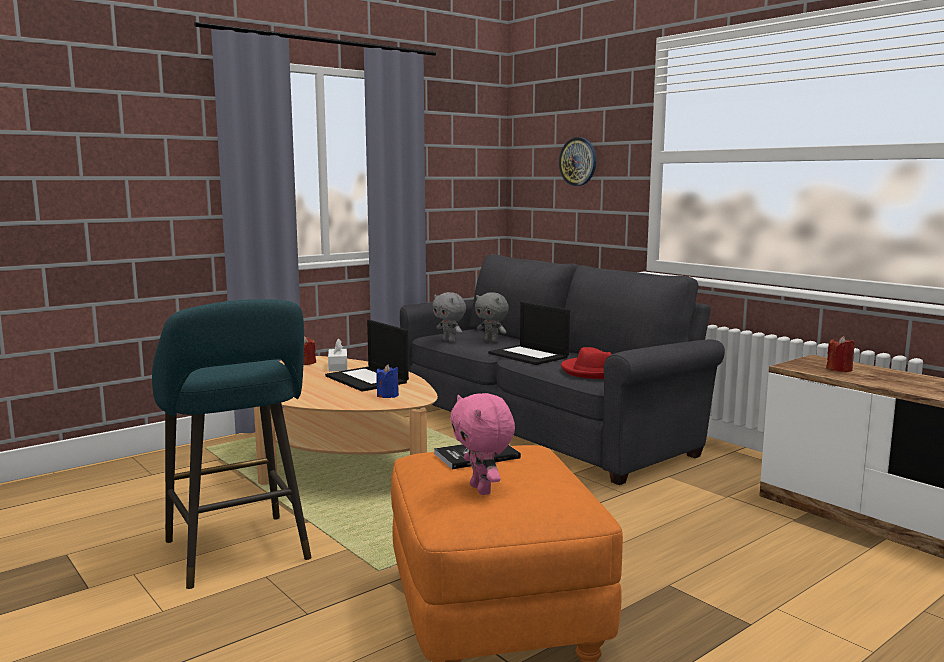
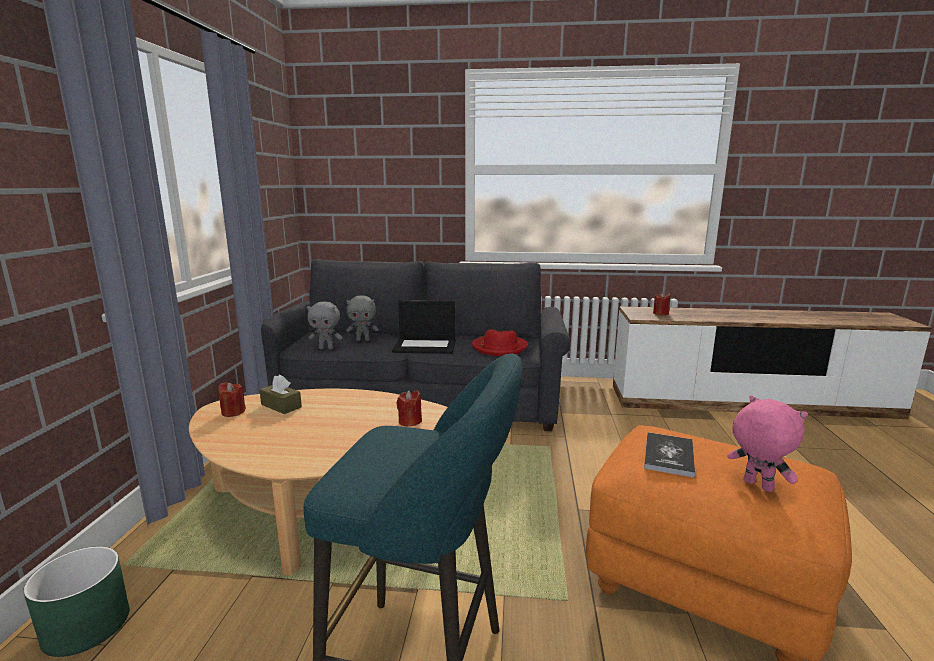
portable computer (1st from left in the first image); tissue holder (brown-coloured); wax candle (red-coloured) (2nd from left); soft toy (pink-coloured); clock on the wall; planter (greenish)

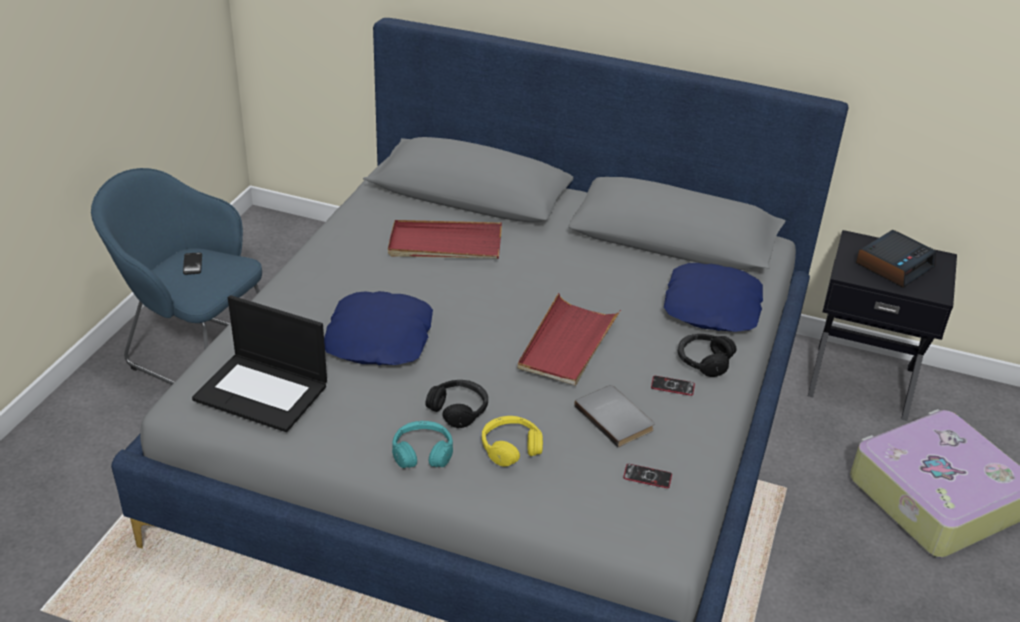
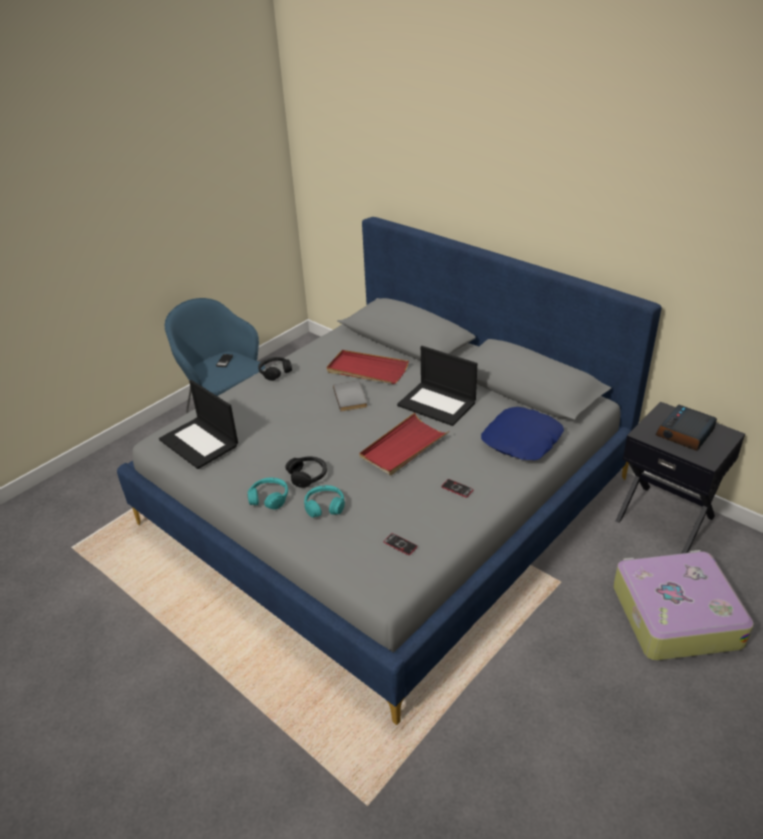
pillow (blue-coloured) (1st from left in the first image); headphones (turquoise) (2nd from left); book (greyish); headphones (black-coloured) (1st from left); table clock; portable computer (2nd from left)

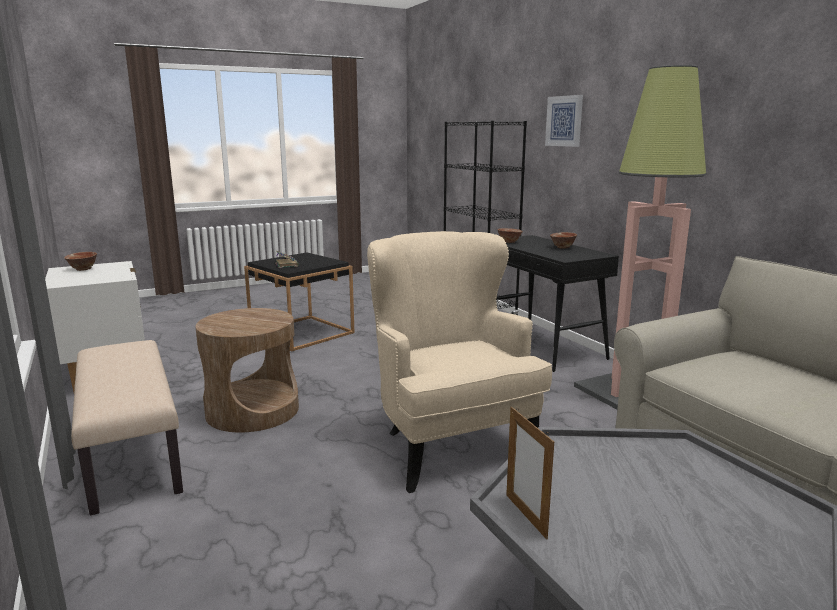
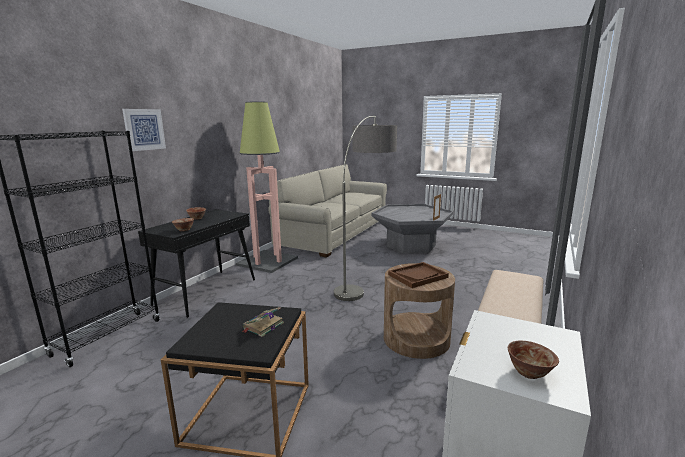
floor lamp (2nd from left); serving tray (brown-coloured)

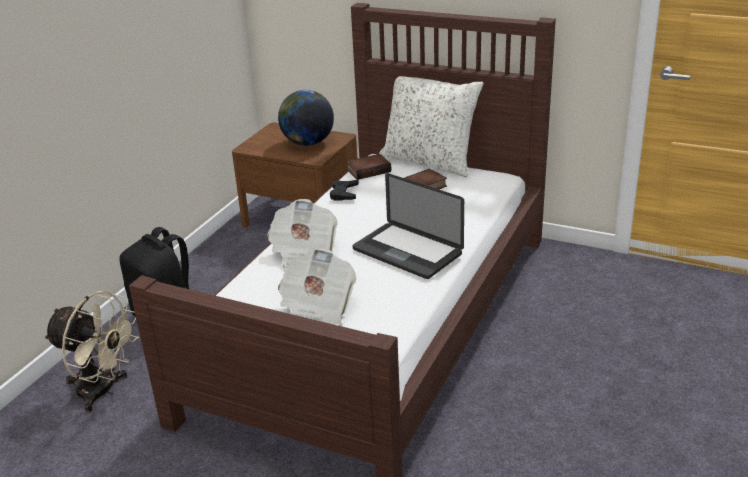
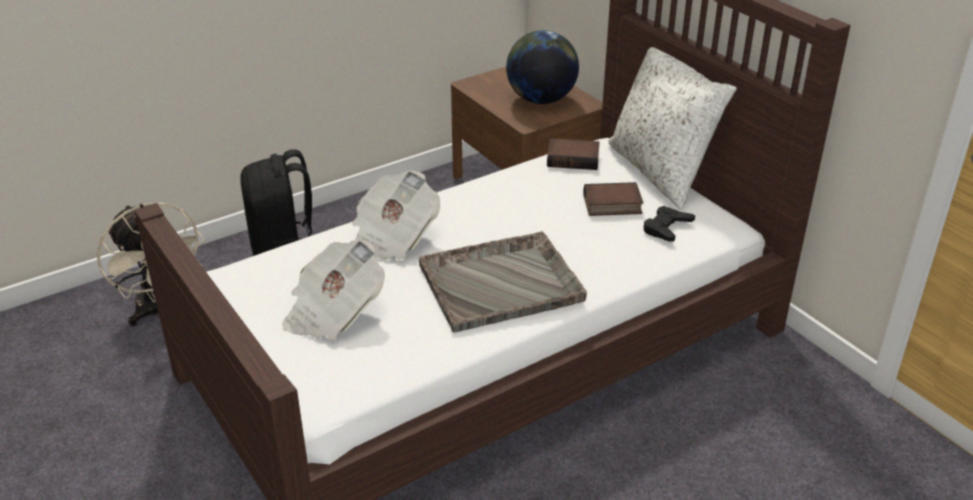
gamepad (black-coloured); serving tray (greyish)

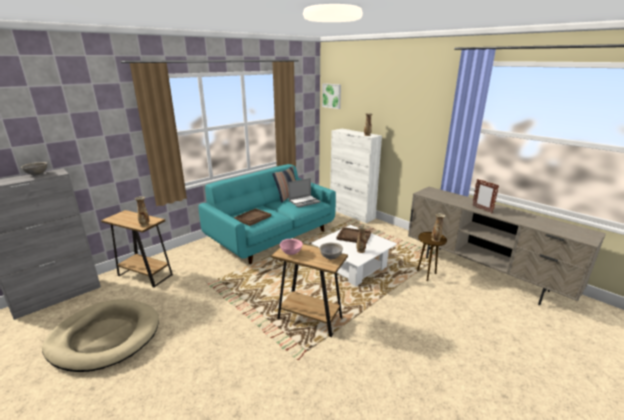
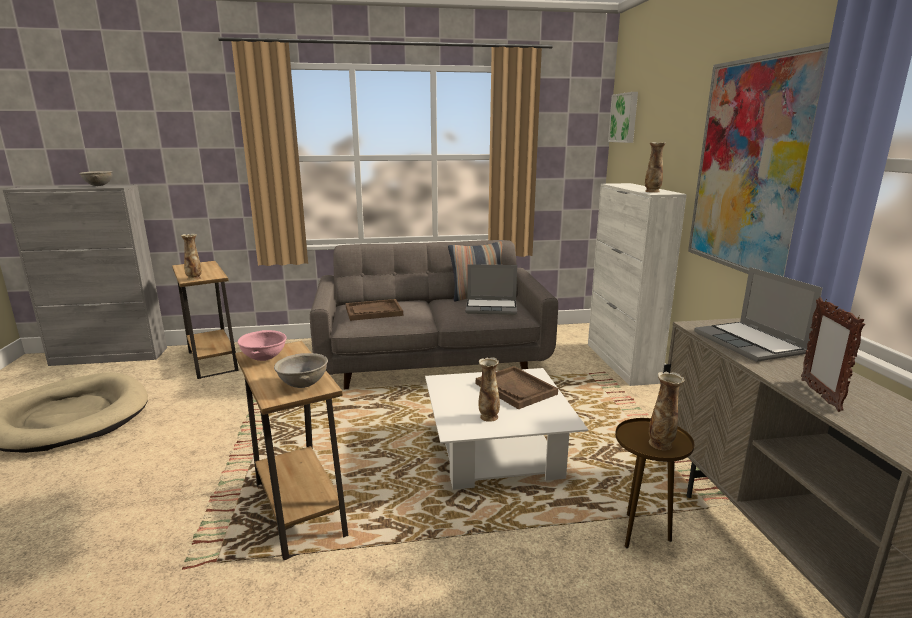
sofa (greyish); wall picture (2nd from left); portable computer (2nd from left)

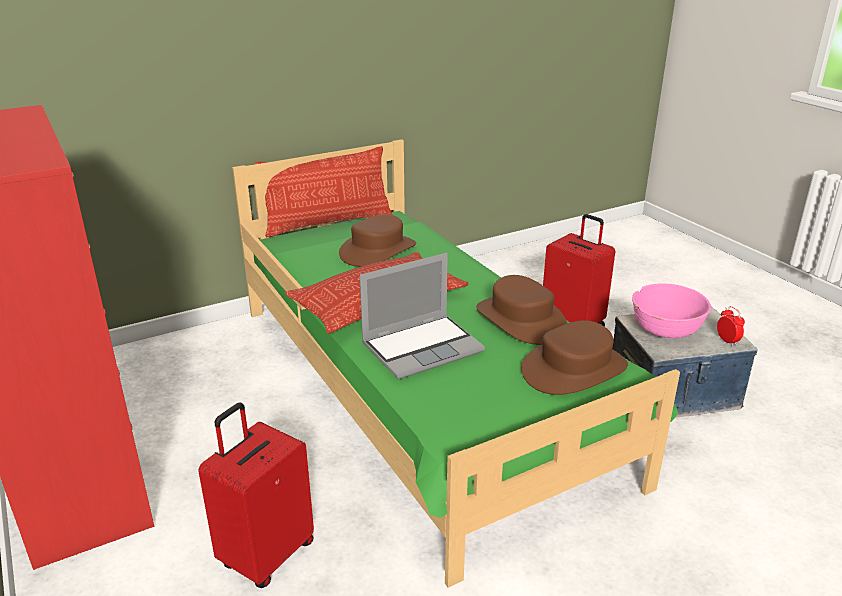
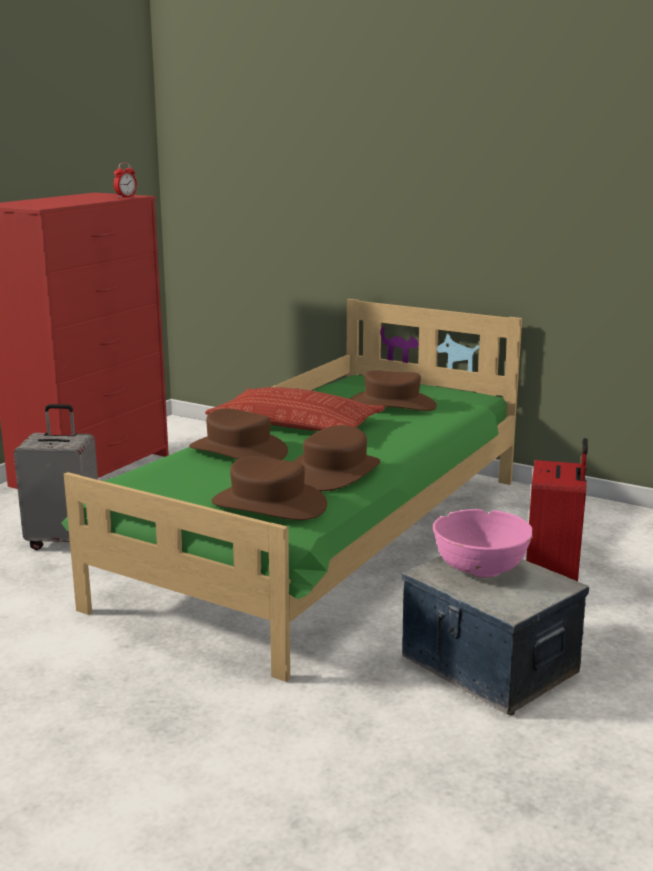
travel case (greyish); pillow (1st from left in the first image); hat (brown-coloured) (1st from left); table clock

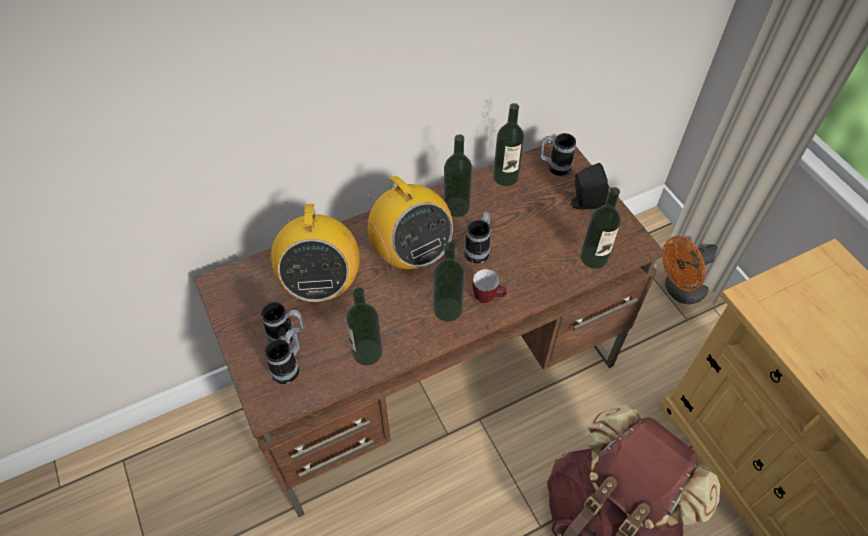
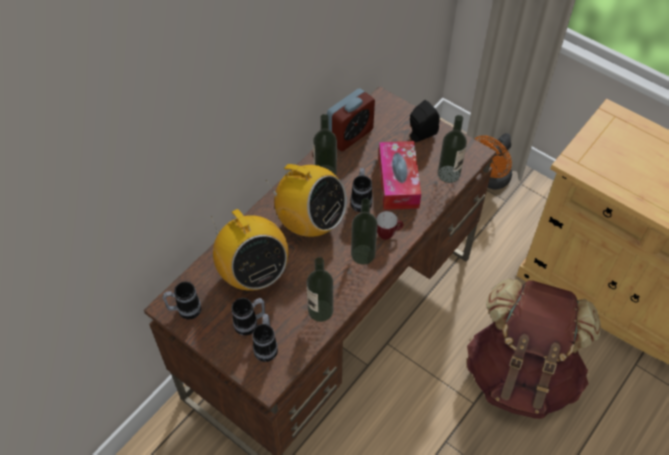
table clock; tea mug (1st from left); tissue holder

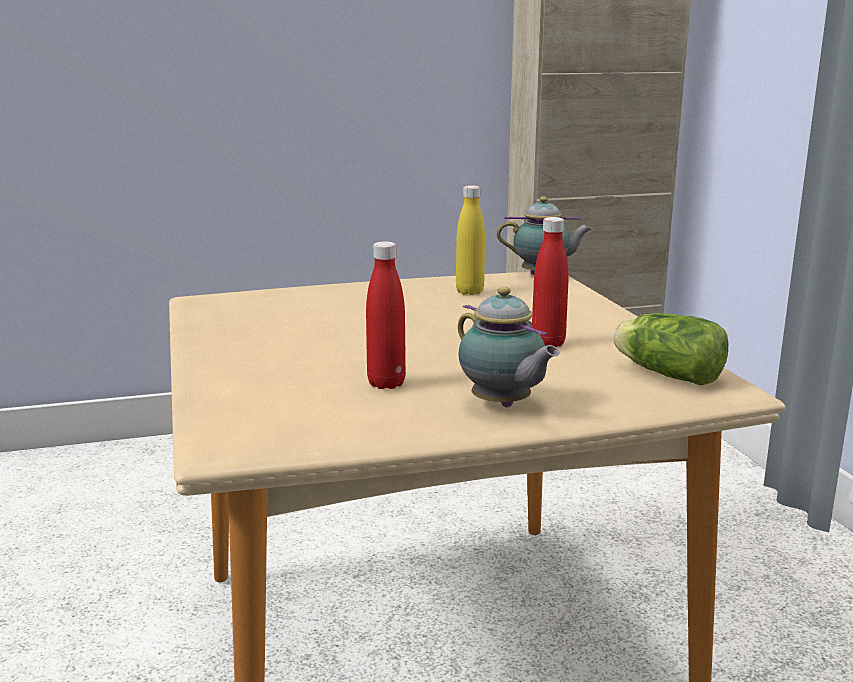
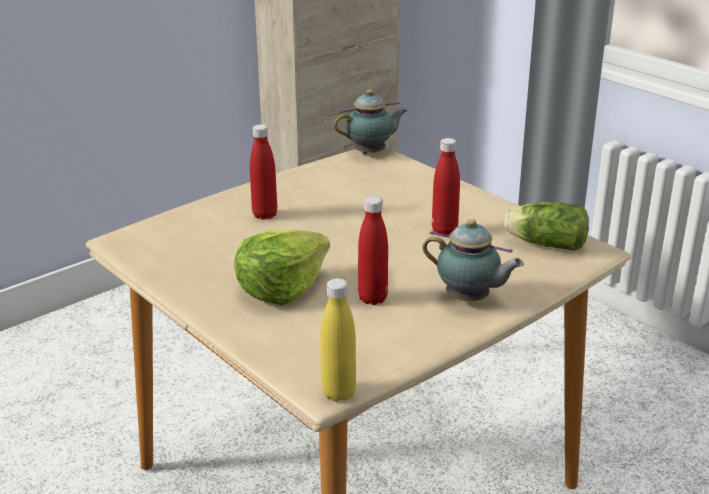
bottle (yellow); lettuce (1st from left); bottle (red-coloured) (1st from left)

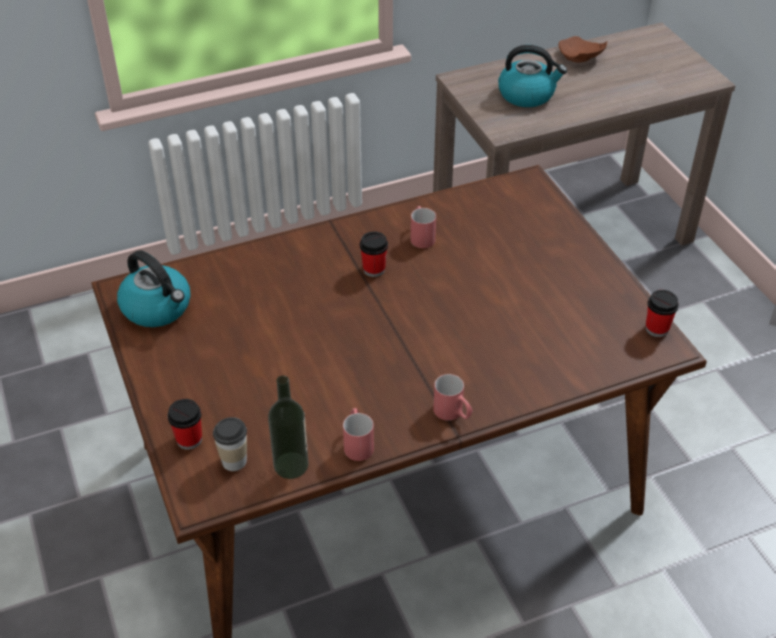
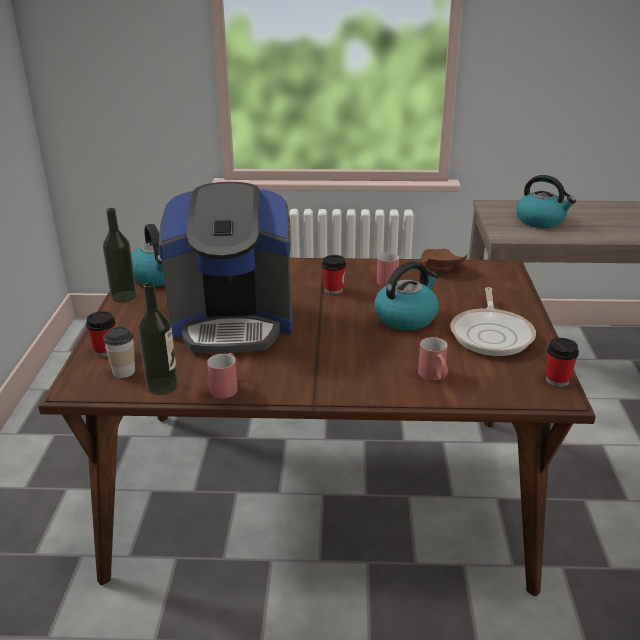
tea mug (red-coloured) (3rd from left); plate (brown-coloured); bottle (1st from left); coffee brewer; tea kettle (2nd from left); skillet

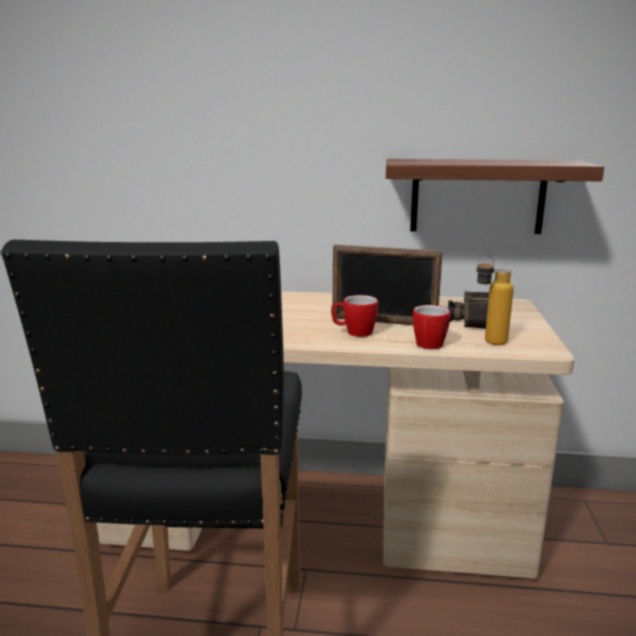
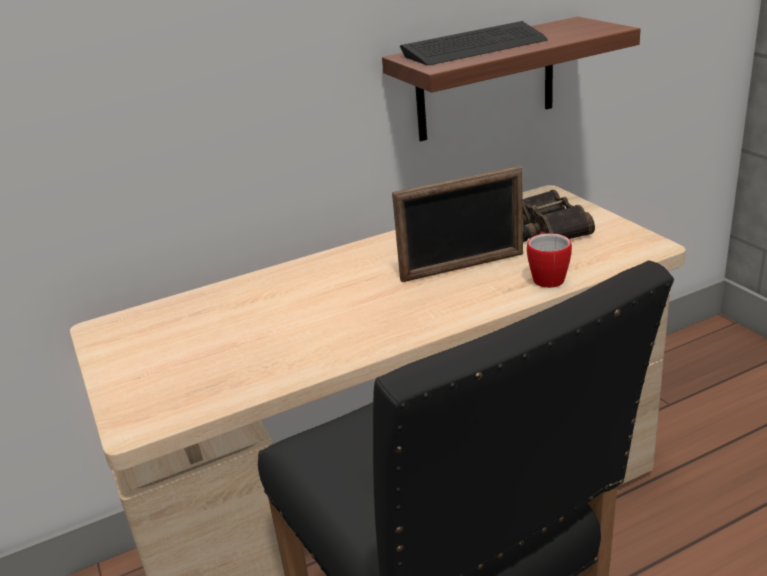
tea mug (1st from left in the first image); bottle; computer keyboard

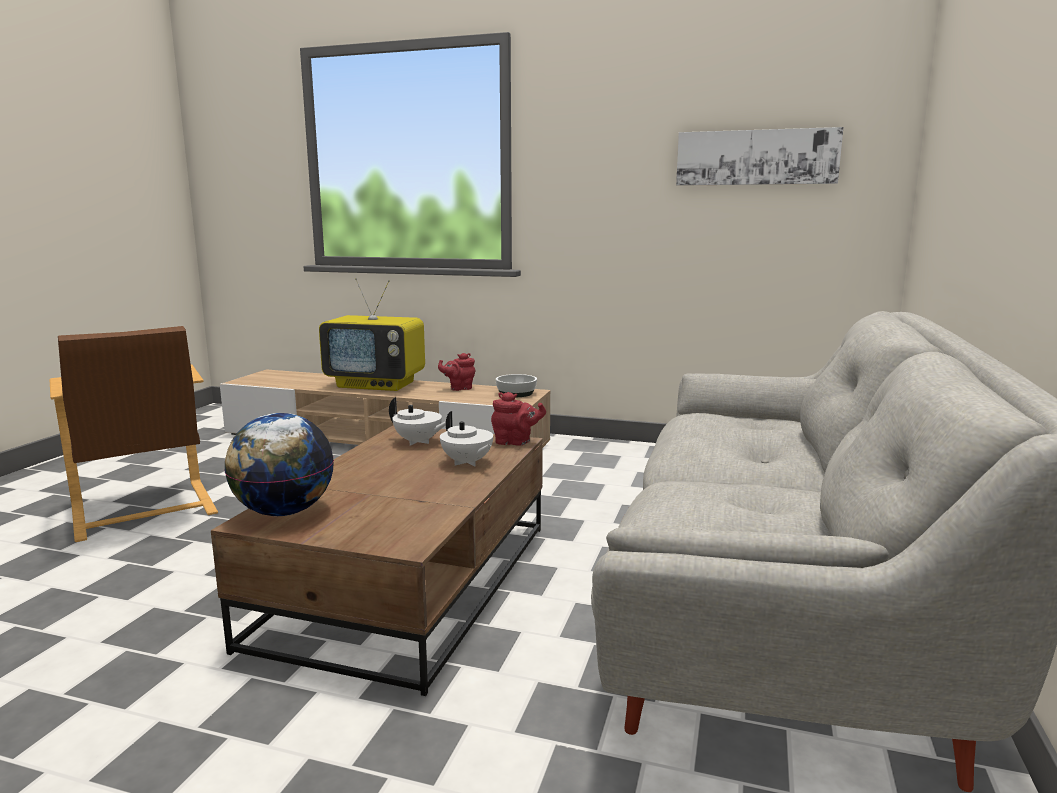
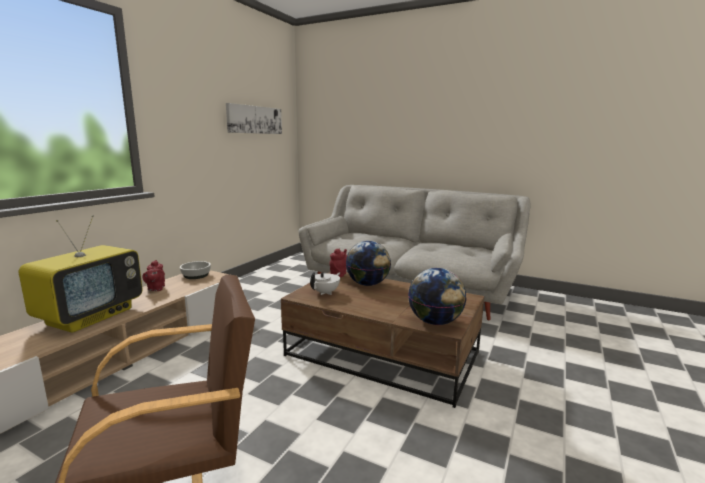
desk globe (1st from left)

